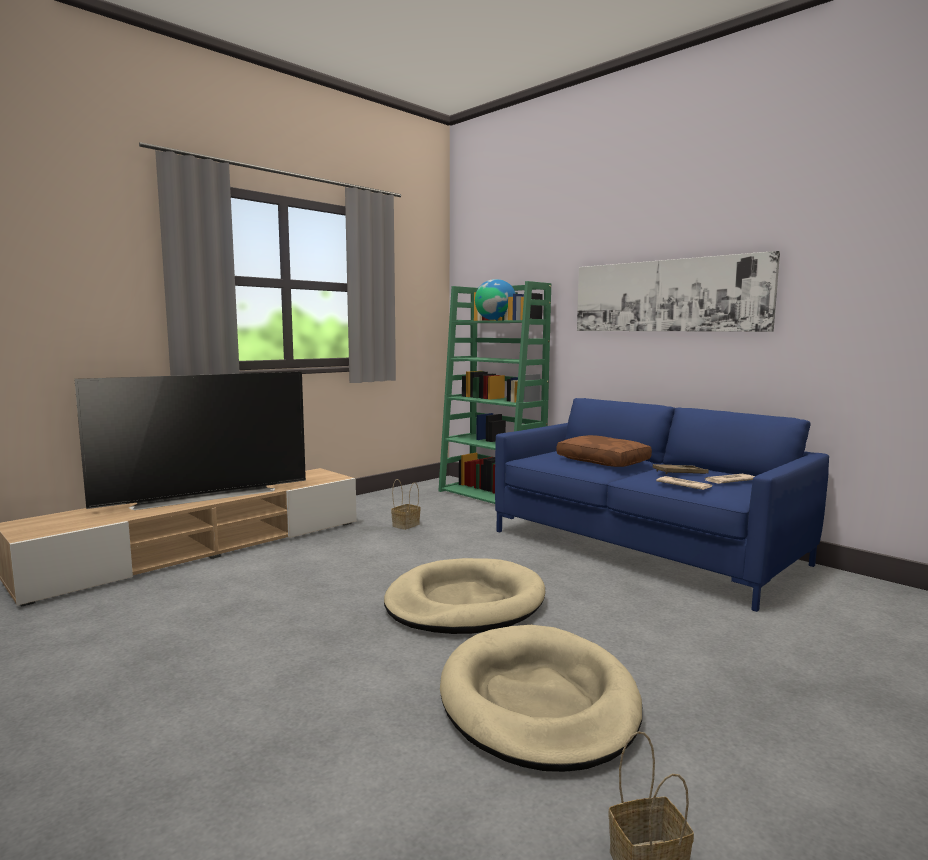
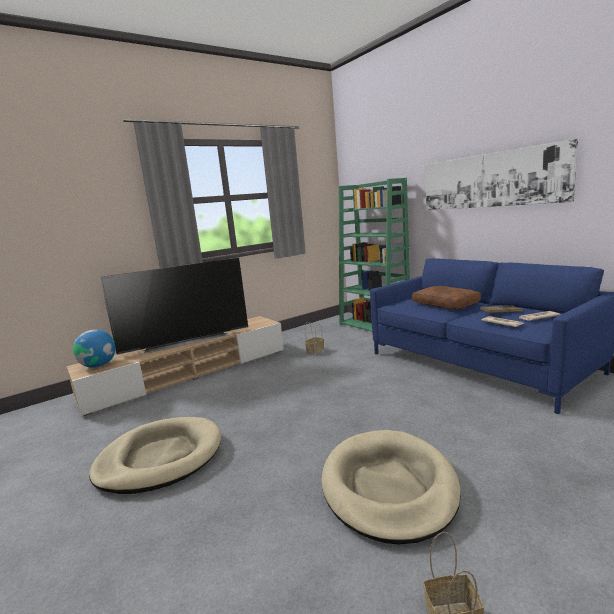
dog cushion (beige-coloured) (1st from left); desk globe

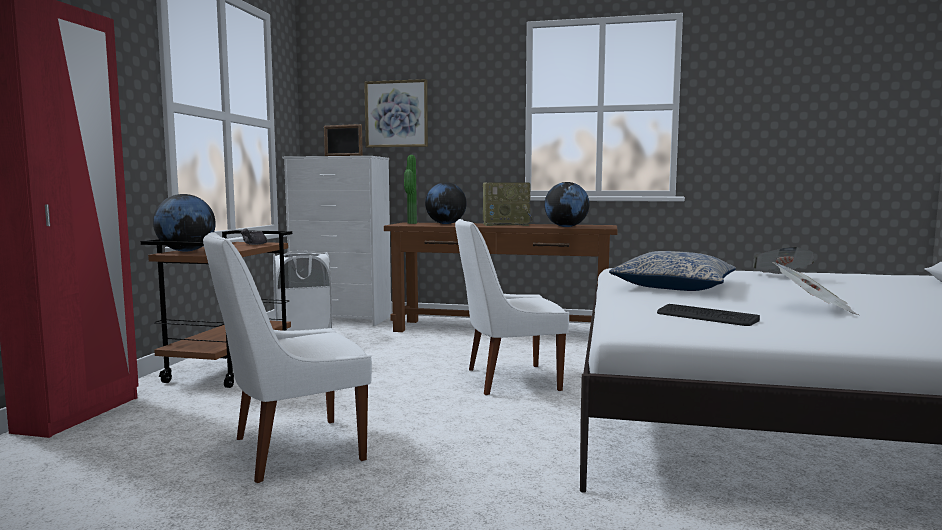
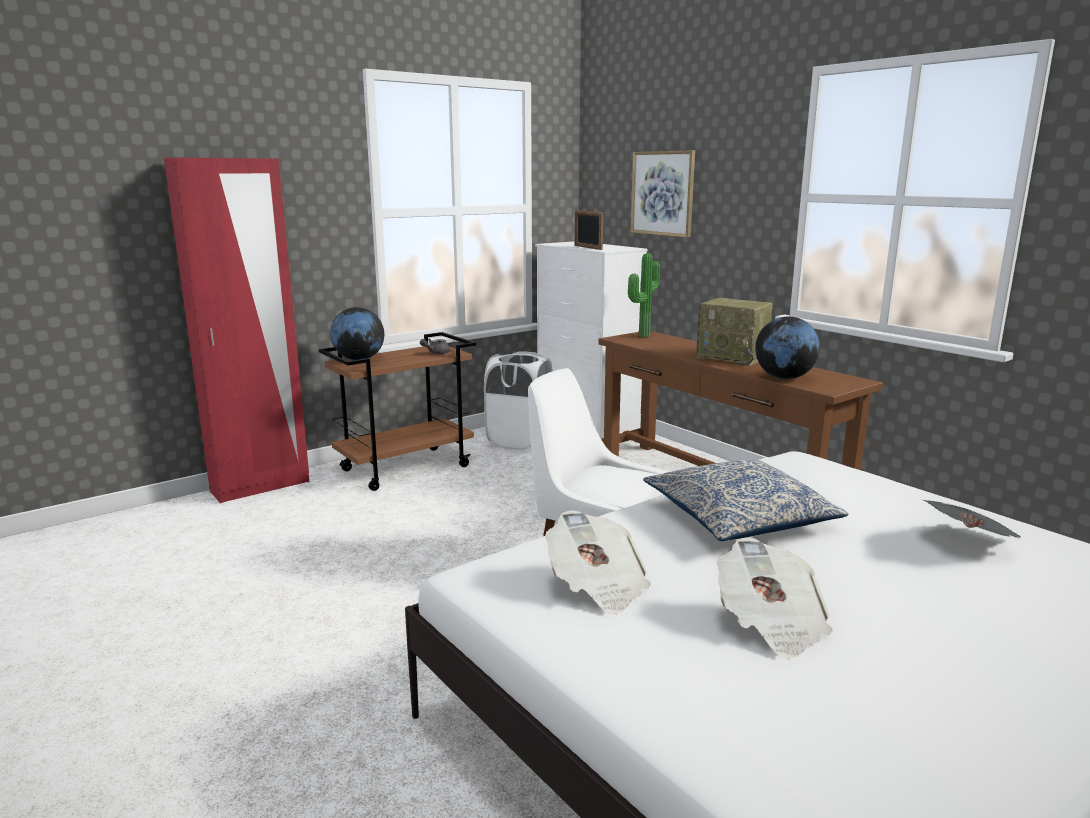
plain chair (white-coloured) (1st from left in the first image); desk globe (2nd from left in the first image); printed paper (1st from left)

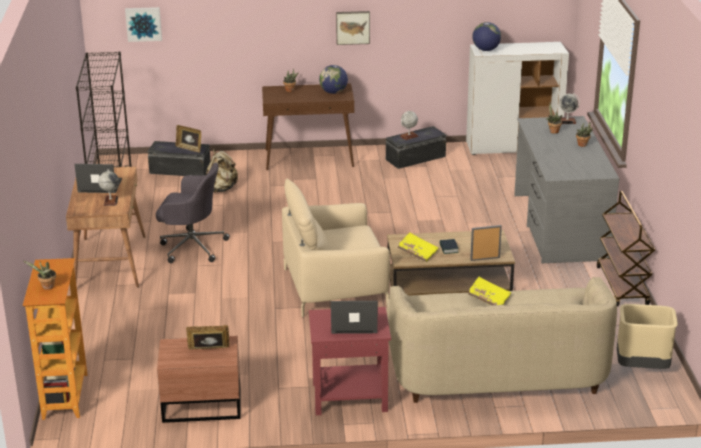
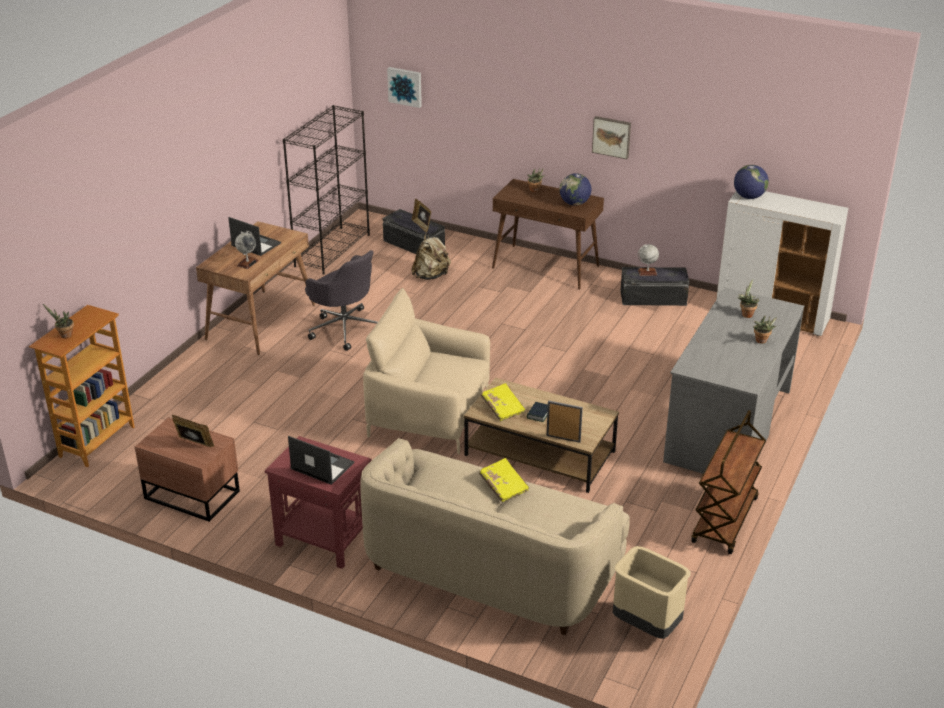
desk globe (5th from left in the first image)

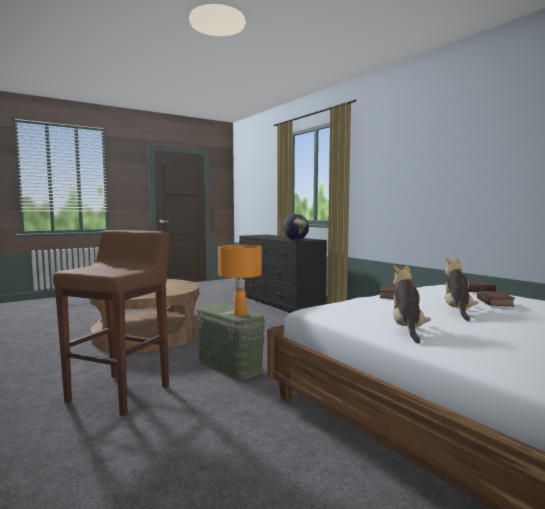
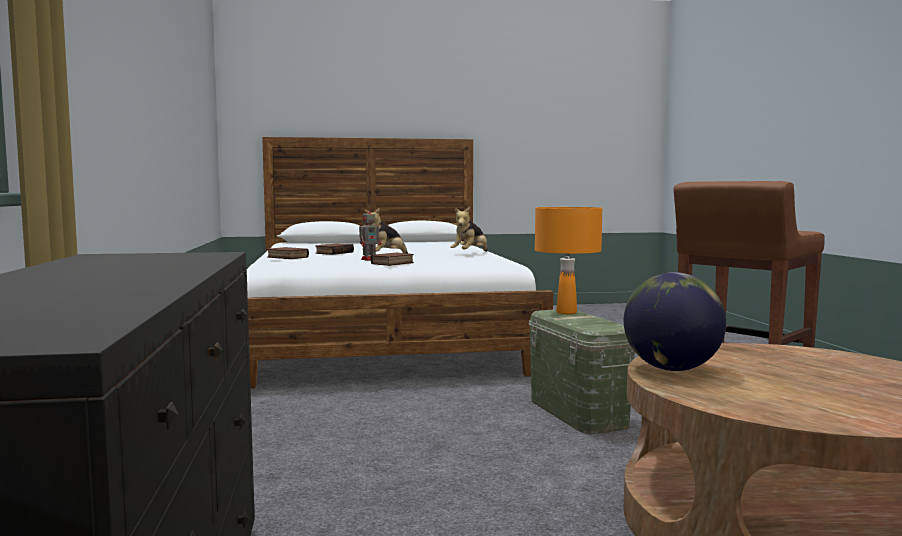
desk globe; robot figure

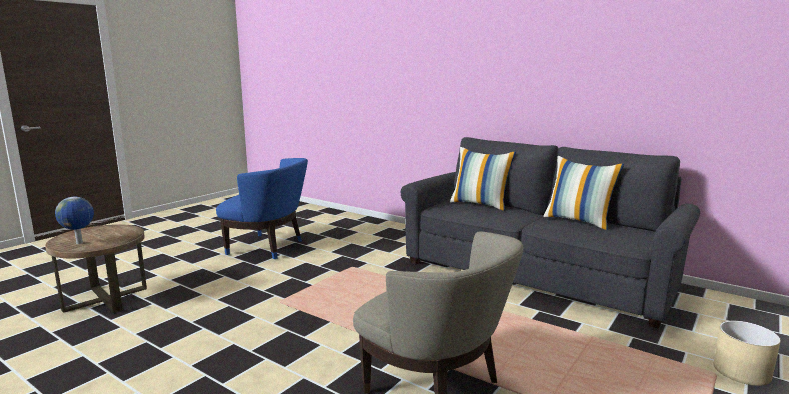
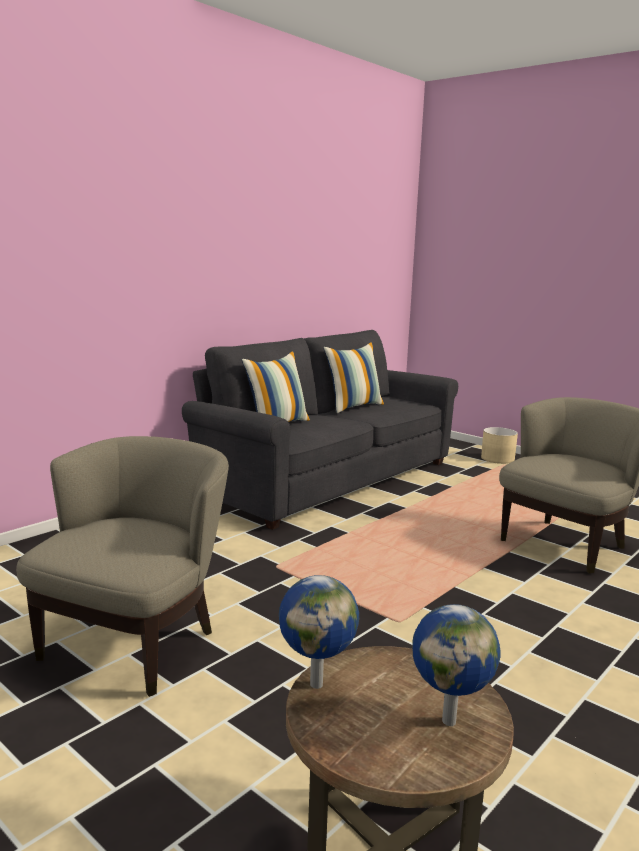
armchair (beige-coloured) (1st from left); desk globe (1st from left)

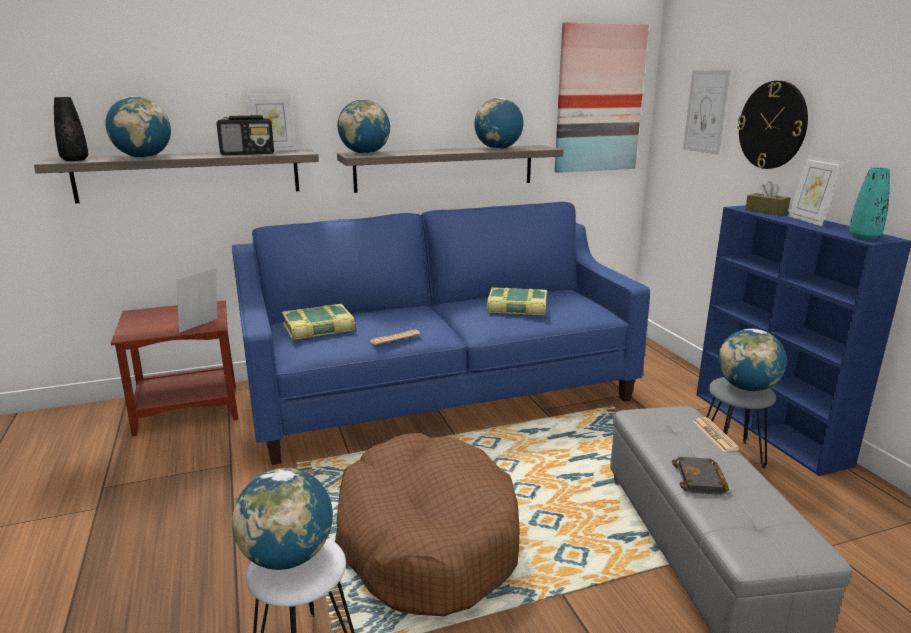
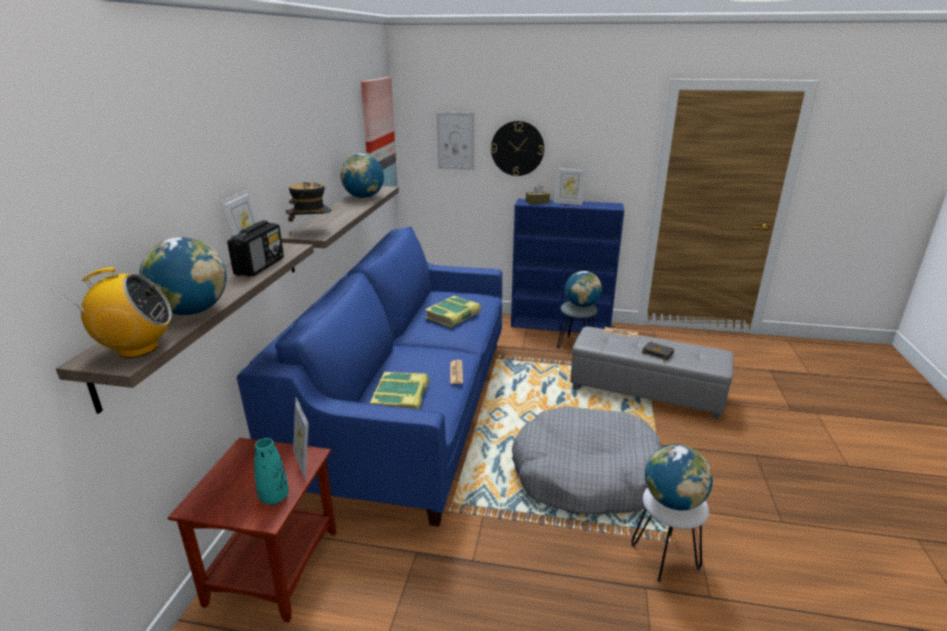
radio (1st from left); dog cushion (greyish); hat; flower vase (turquoise)

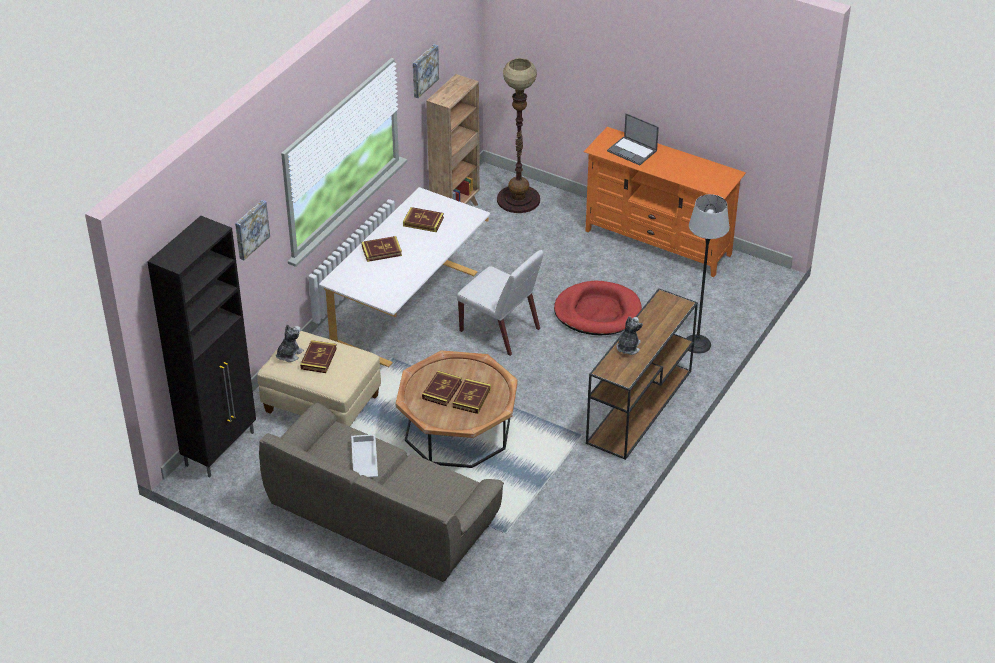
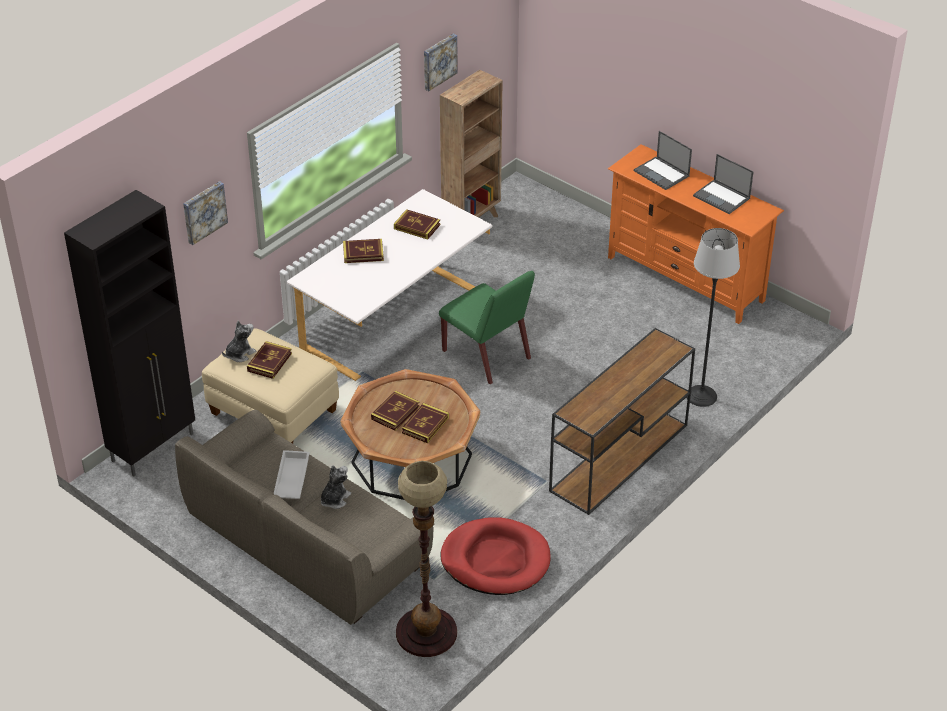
plain chair (greenish); floor lamp (1st from left); dog cushion (red-coloured); soft toy (2nd from left); portable computer (2nd from left)

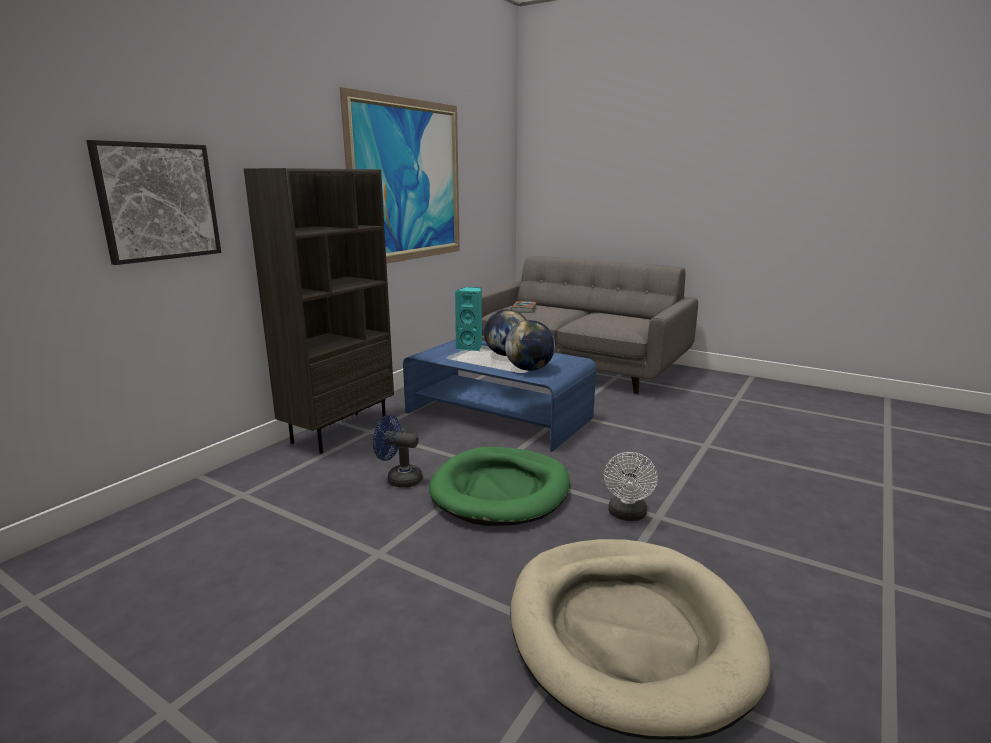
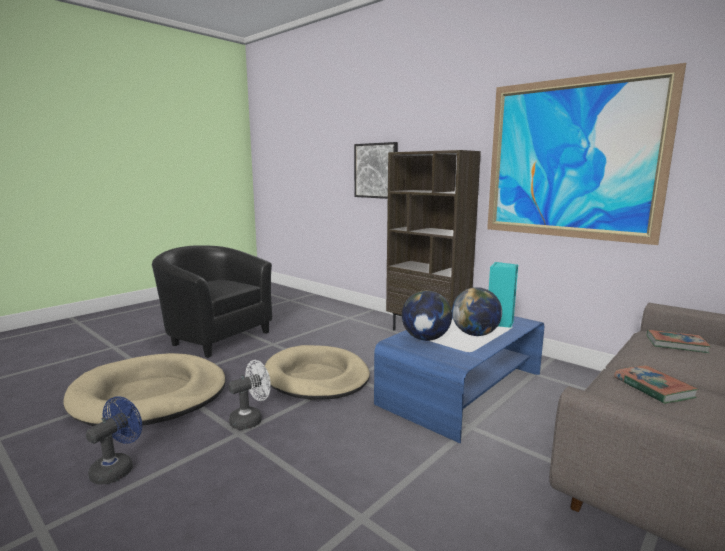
cooling fan (blue-coloured); dog cushion (beige-coloured) (2nd from left); cooling fan (white-coloured); armchair (black-coloured); book (1st from left)

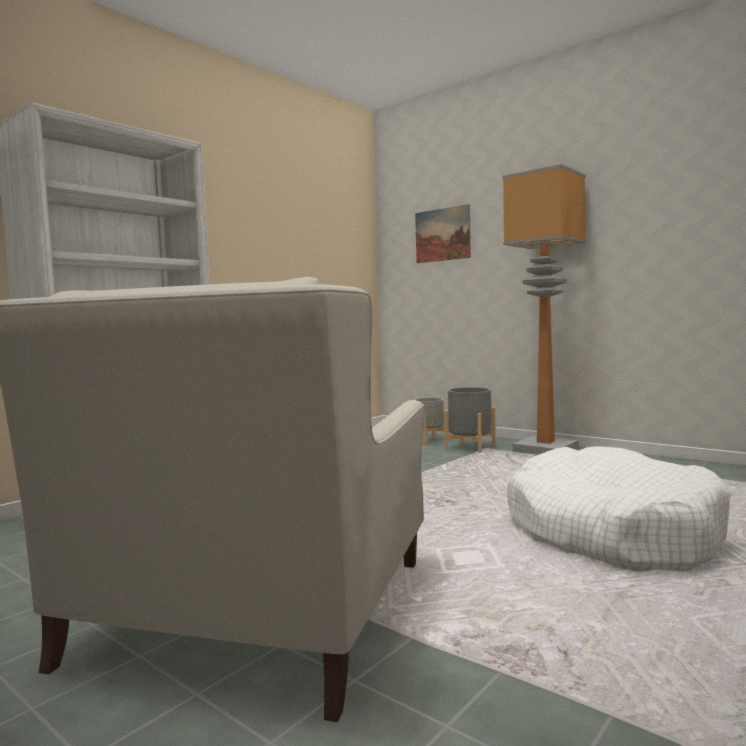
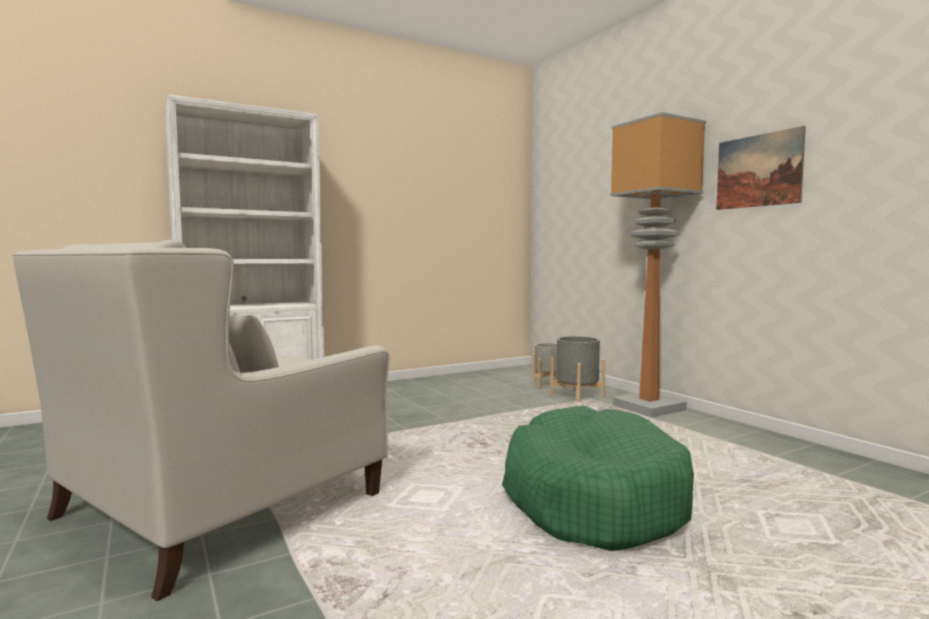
wall picture; dog cushion (greenish)

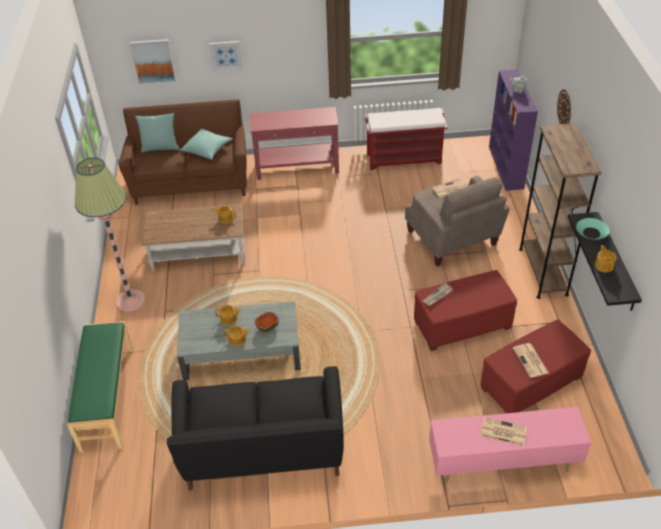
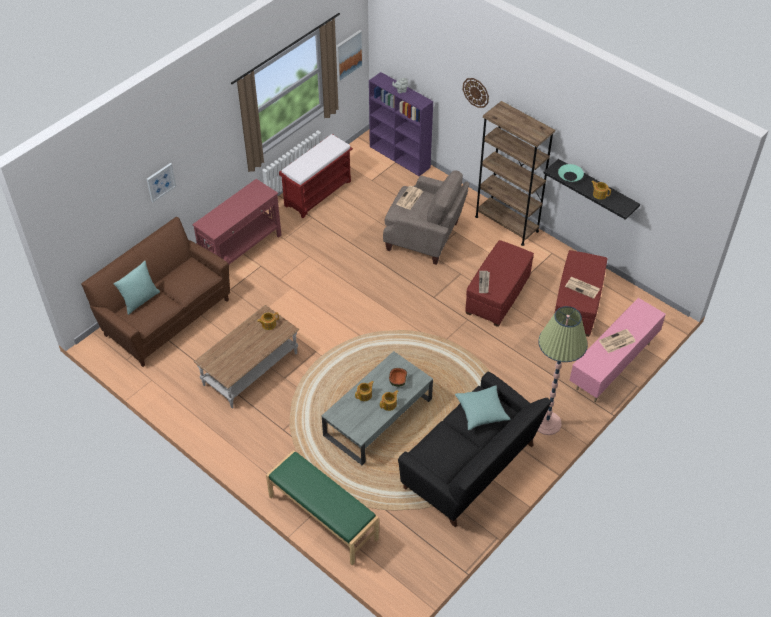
floor lamp; wall picture (2nd from left); pillow (turquoise) (2nd from left)

